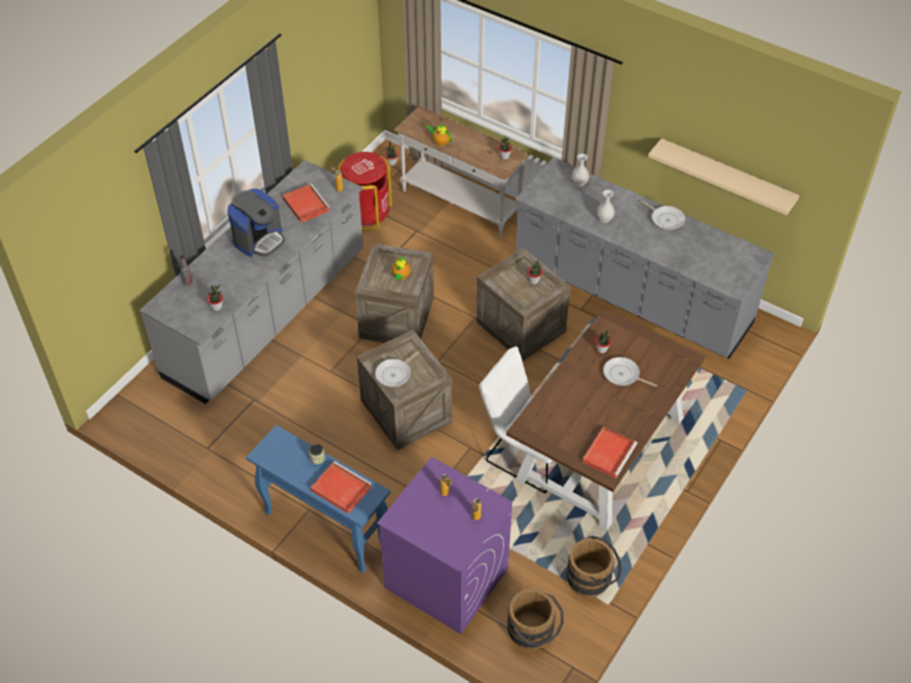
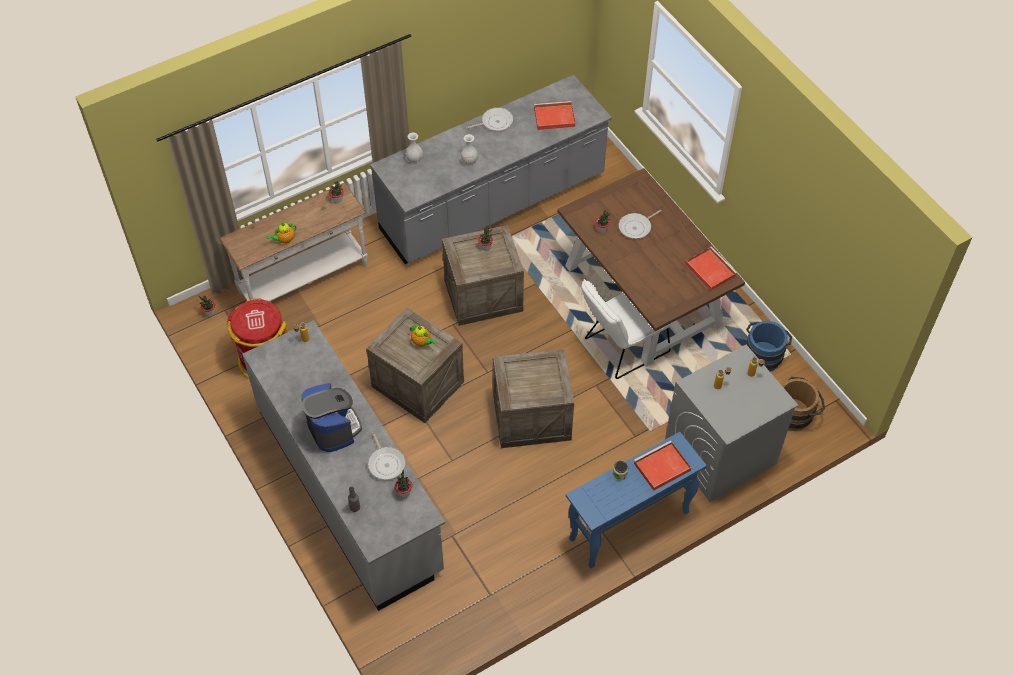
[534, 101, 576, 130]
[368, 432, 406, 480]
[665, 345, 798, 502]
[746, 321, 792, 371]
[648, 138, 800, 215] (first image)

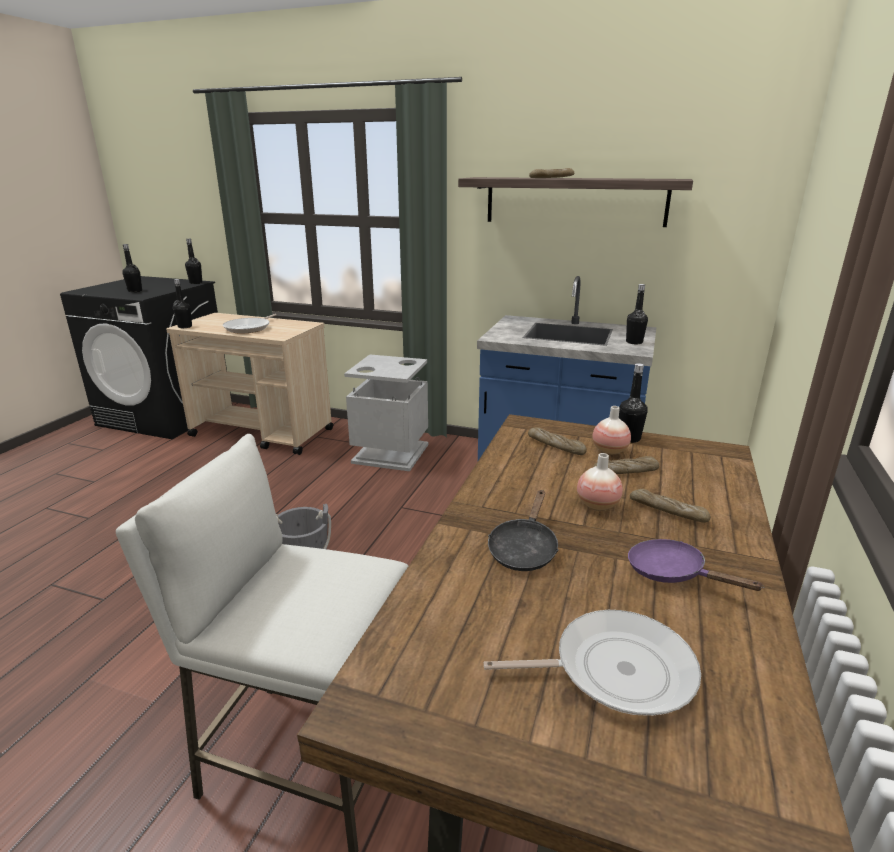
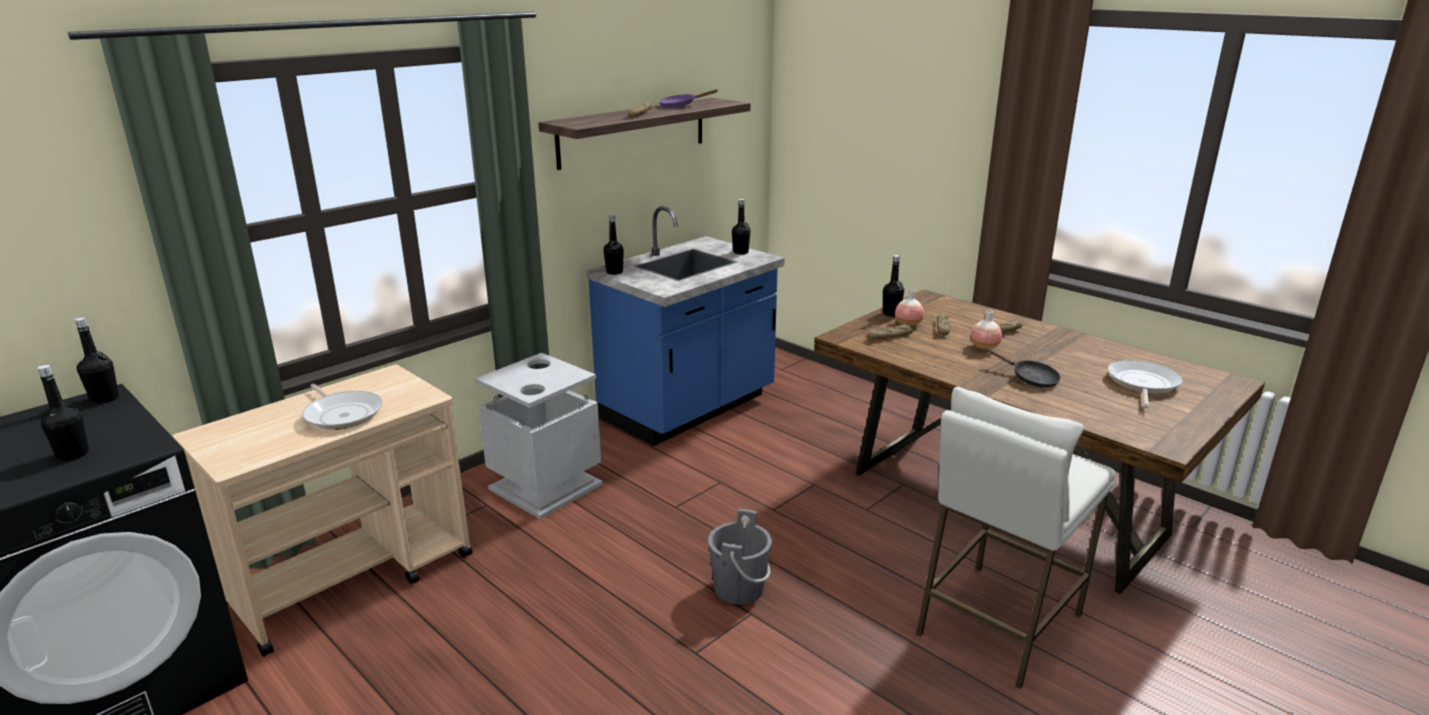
[603, 215, 624, 275]
[659, 89, 718, 108]

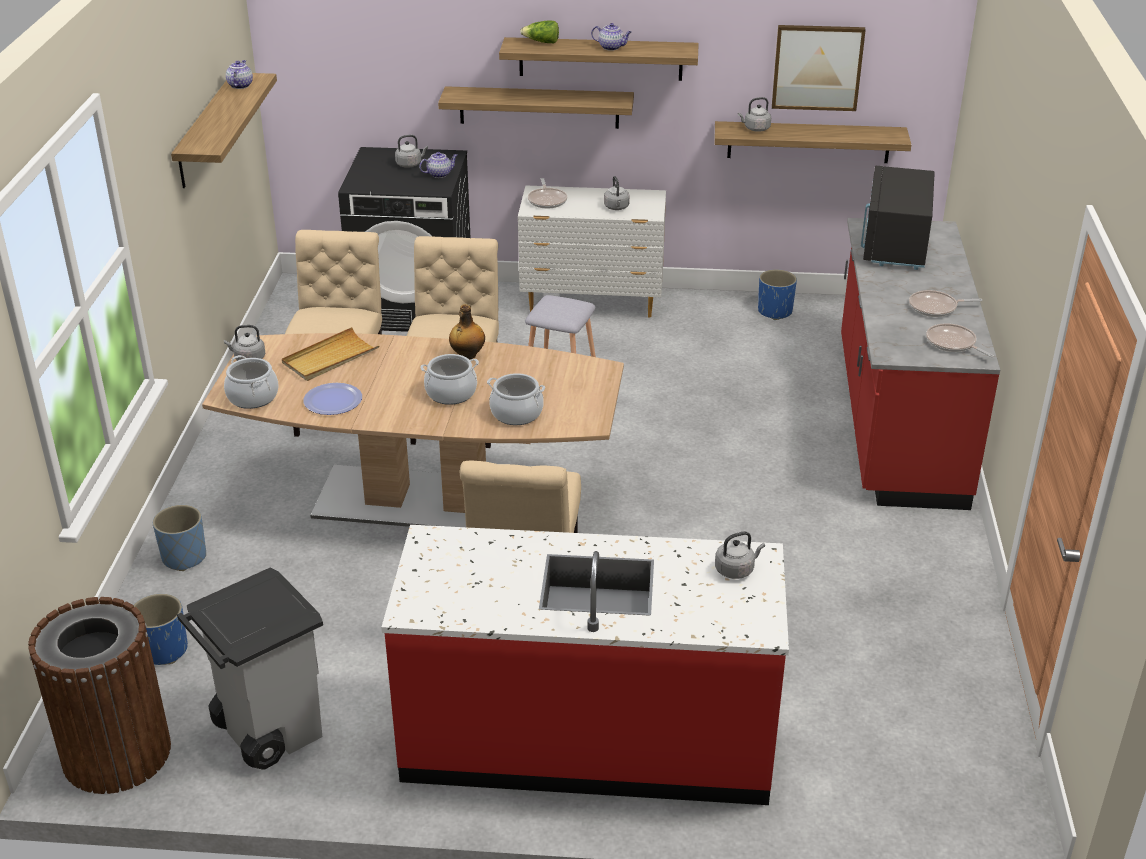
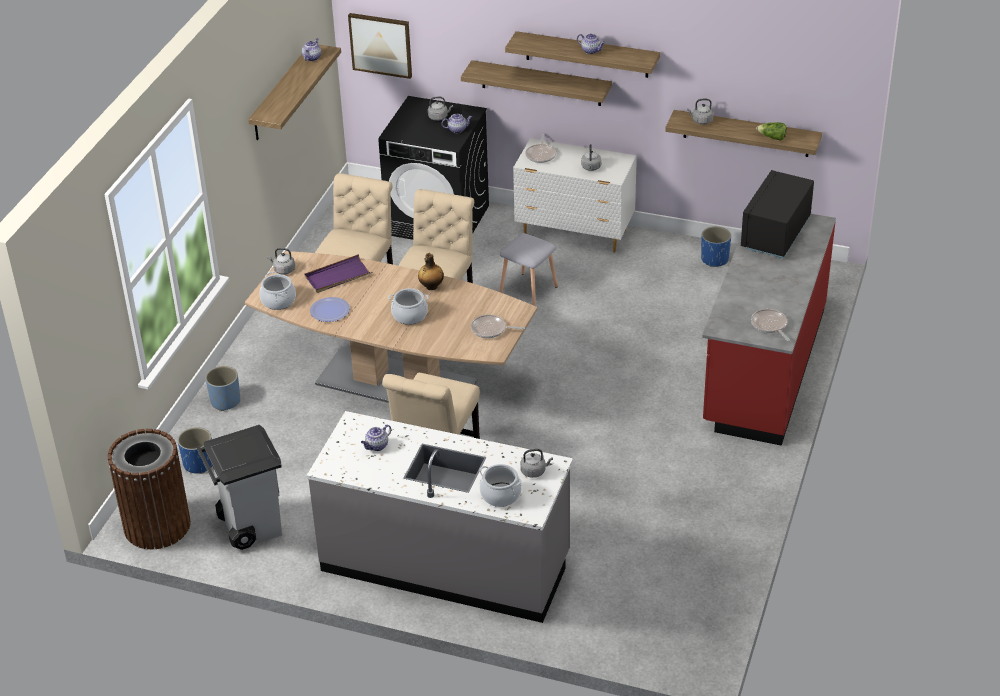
[304, 254, 372, 293]
[307, 411, 573, 623]
[479, 464, 522, 507]
[756, 122, 787, 141]
[348, 13, 412, 79]
[471, 315, 525, 338]
[361, 425, 391, 451]

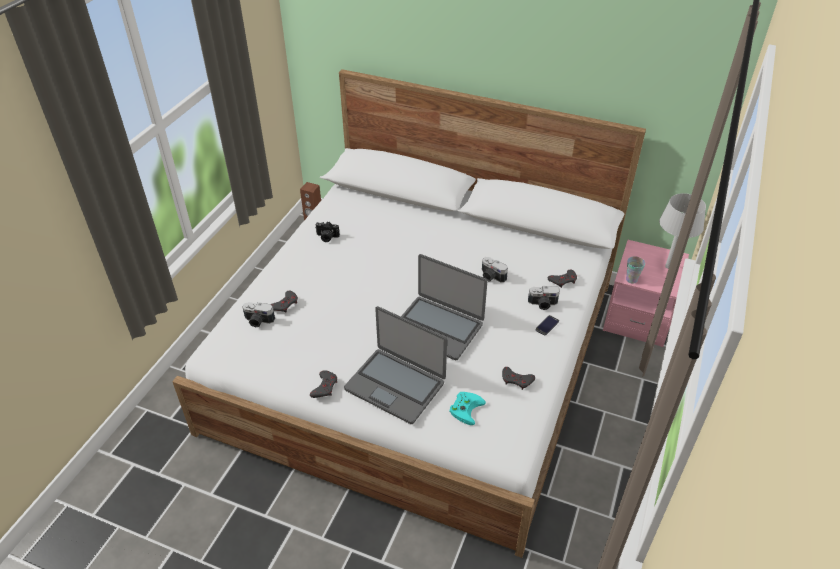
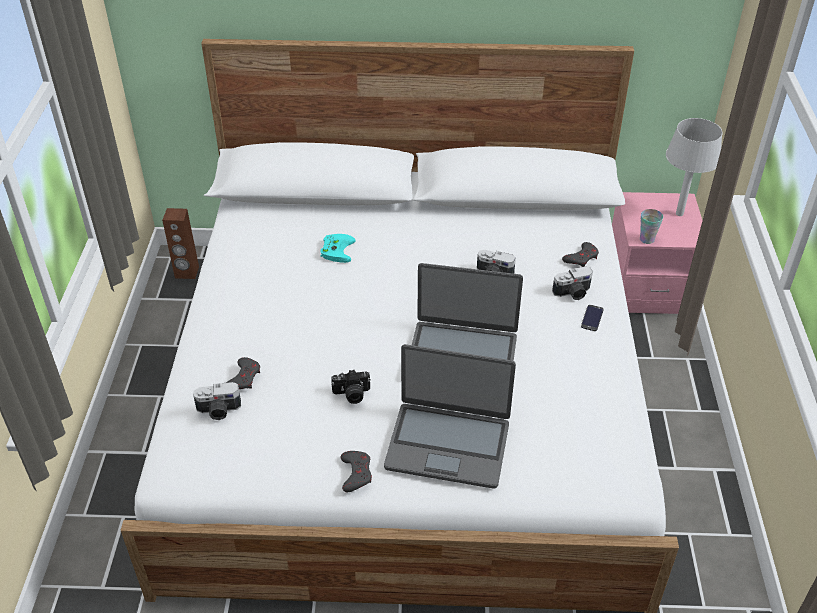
[331, 370, 371, 404]
[320, 234, 356, 263]
[502, 367, 535, 390] (first image)

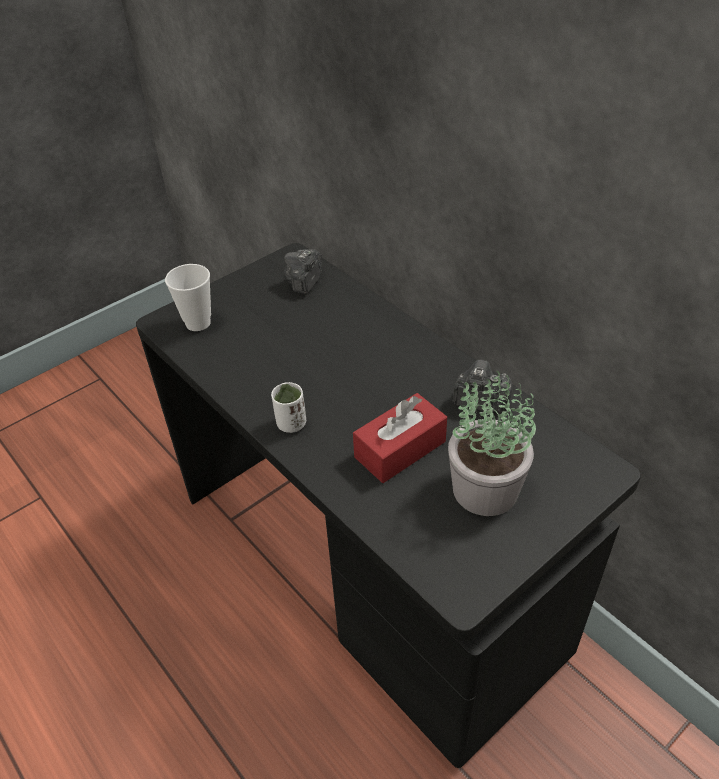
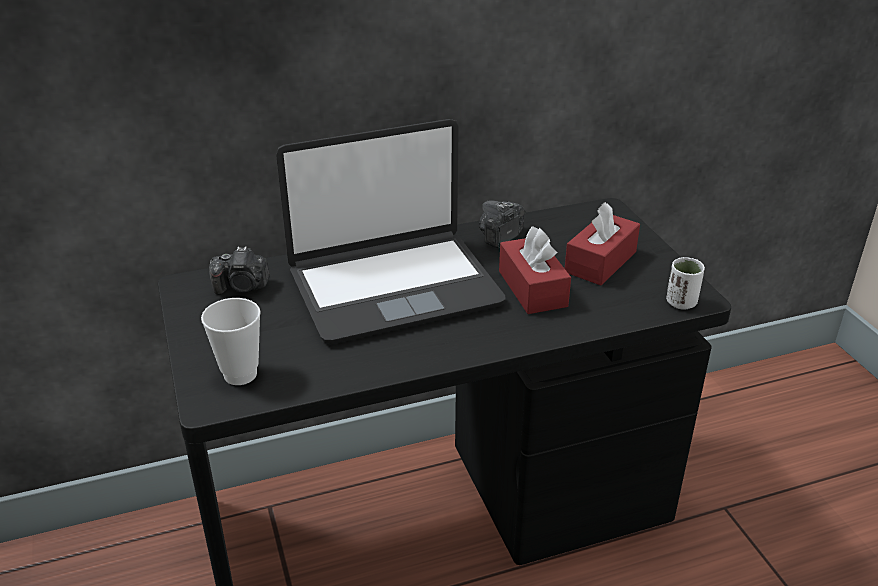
[666, 257, 705, 310]
[209, 246, 269, 295]
[565, 202, 640, 286]
[276, 119, 506, 344]

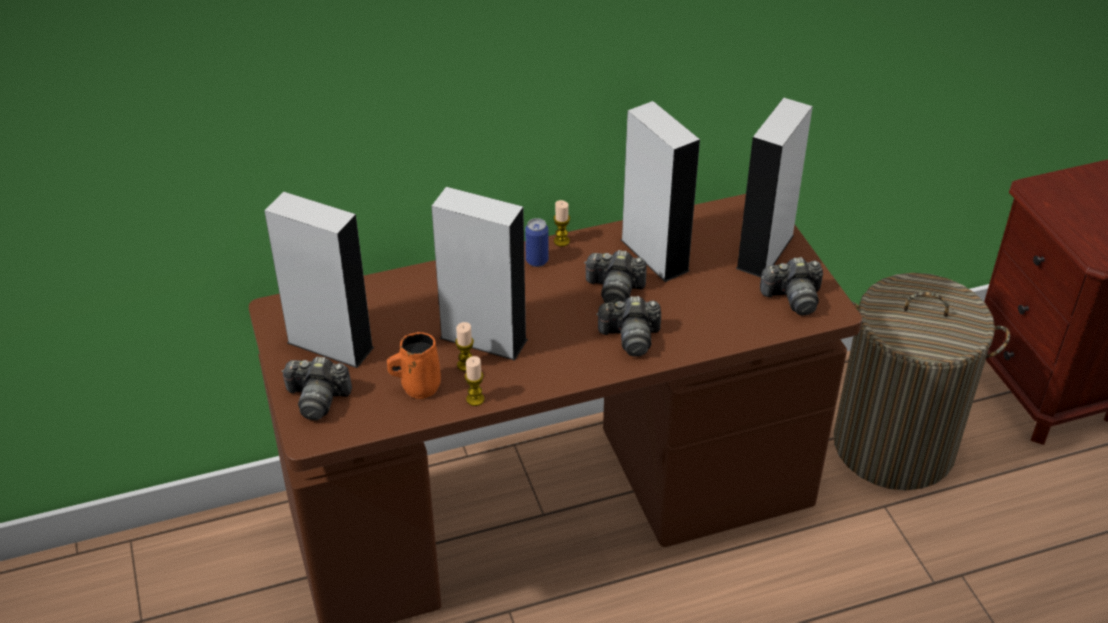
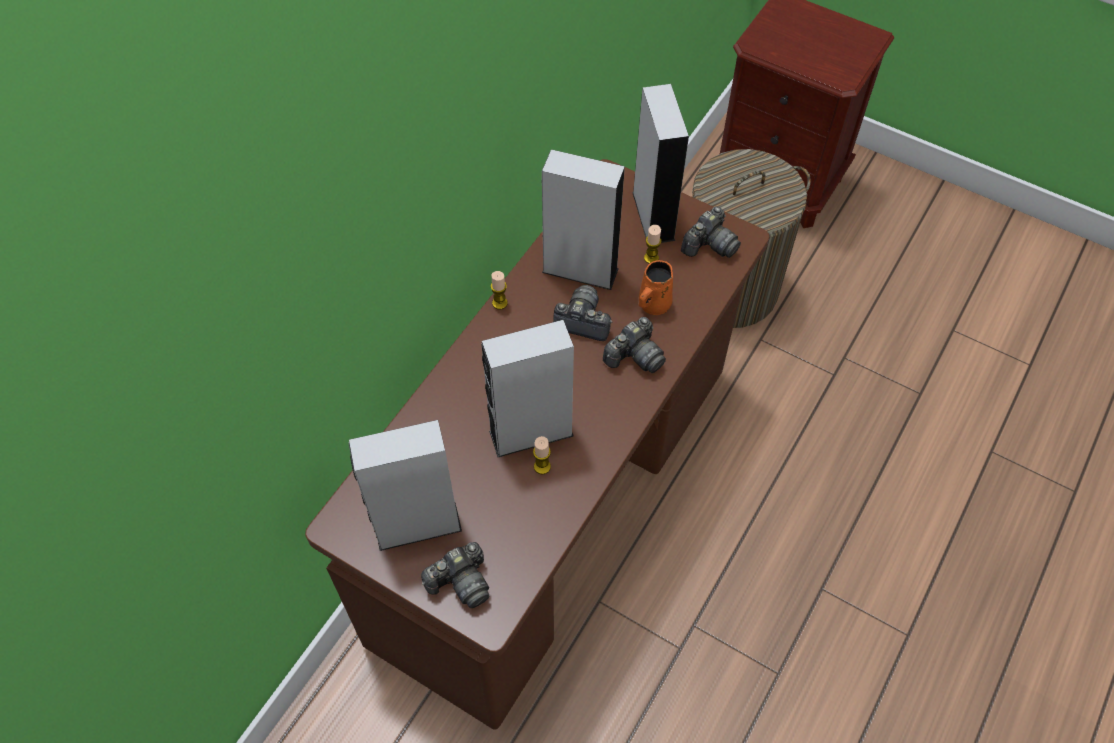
[639, 260, 673, 315]
[644, 225, 661, 264]
[525, 218, 549, 267] (first image)
[553, 285, 613, 341]

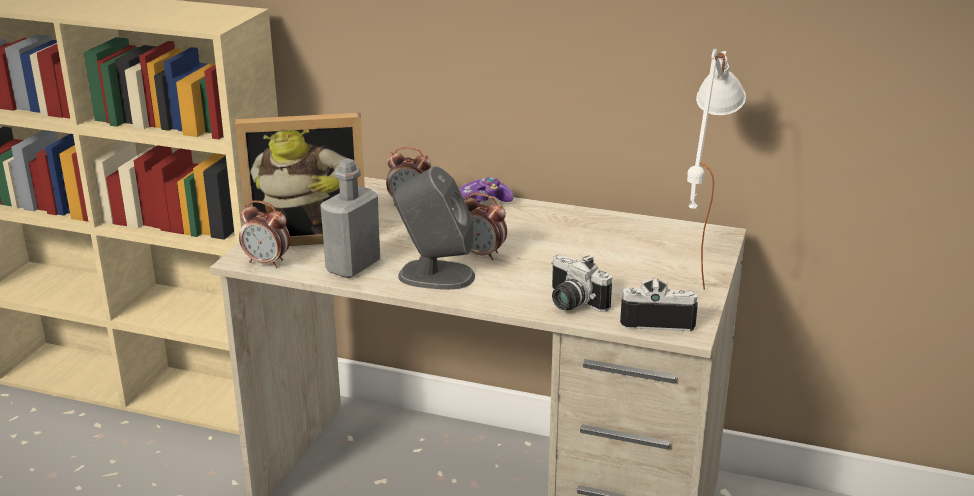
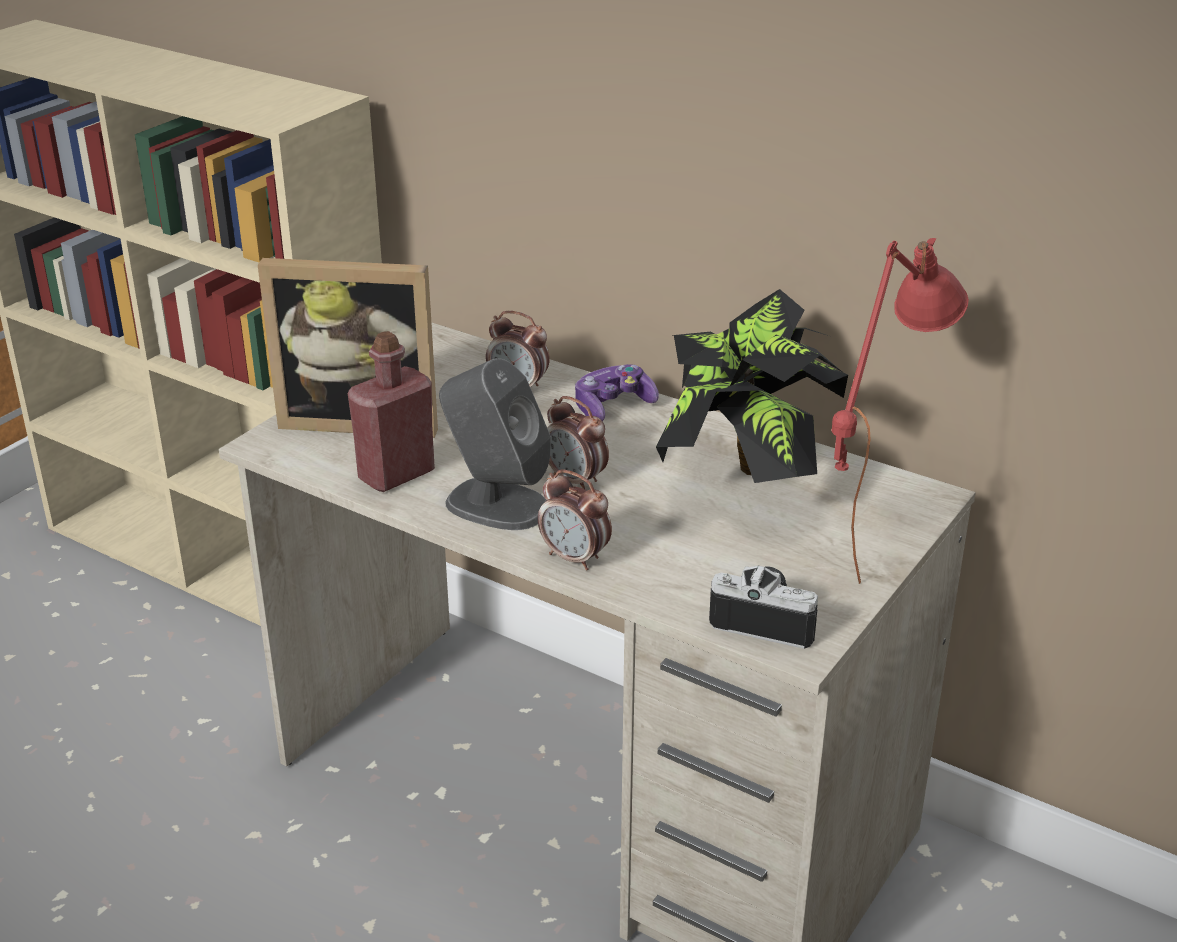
[538, 470, 612, 570]
[348, 331, 435, 492]
[551, 254, 612, 312] (first image)
[832, 238, 969, 584]
[656, 289, 848, 483]

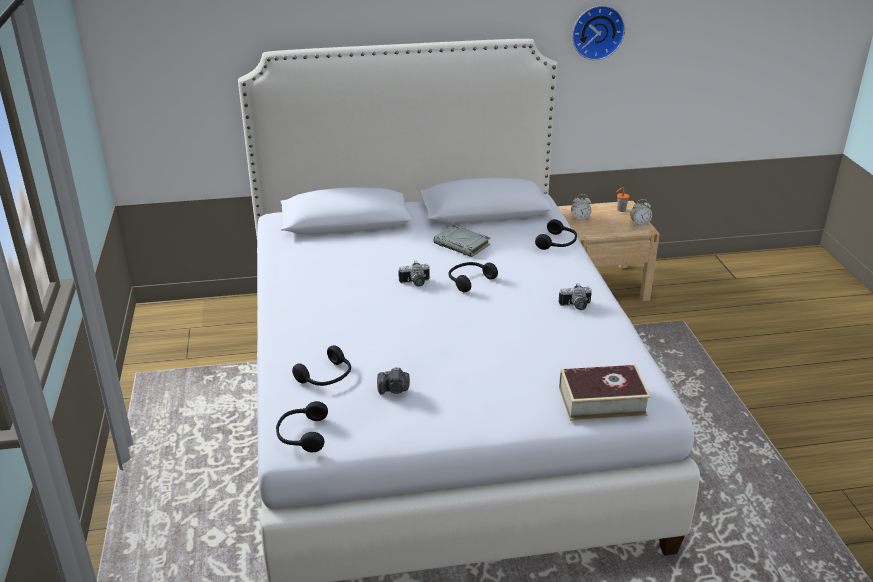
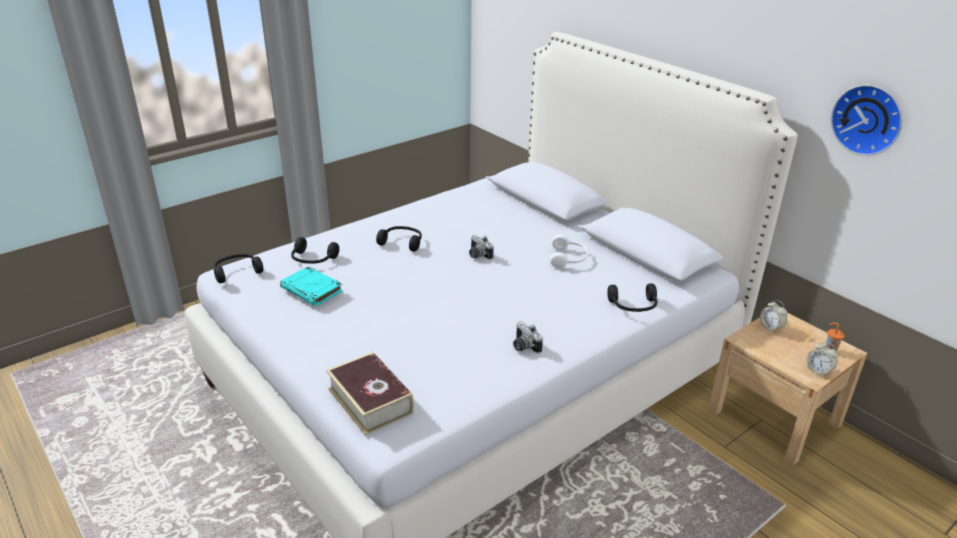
[280, 266, 343, 306]
[550, 235, 588, 268]
[376, 226, 422, 252]

